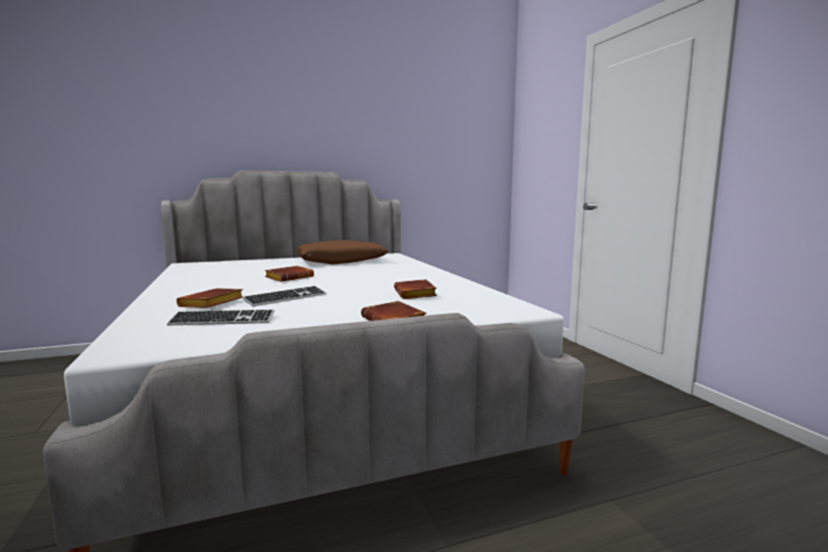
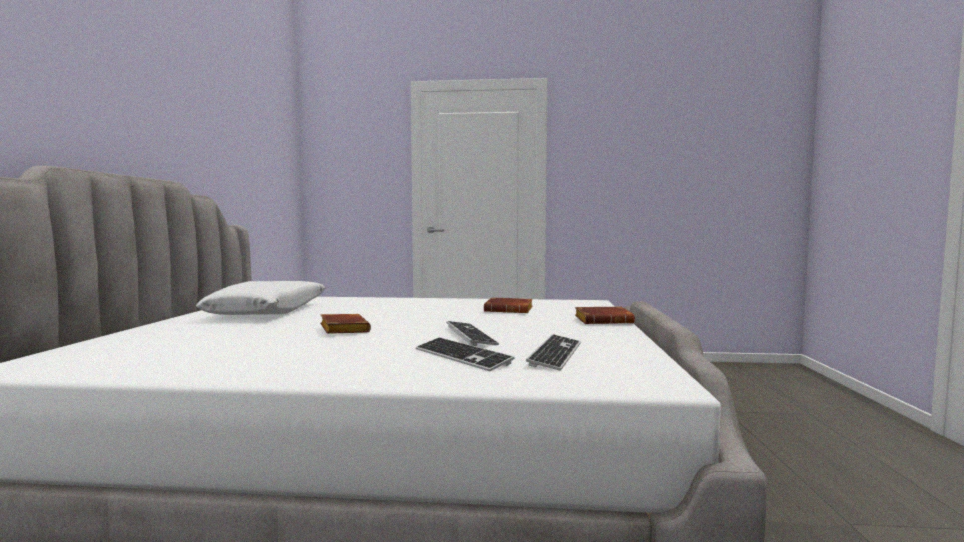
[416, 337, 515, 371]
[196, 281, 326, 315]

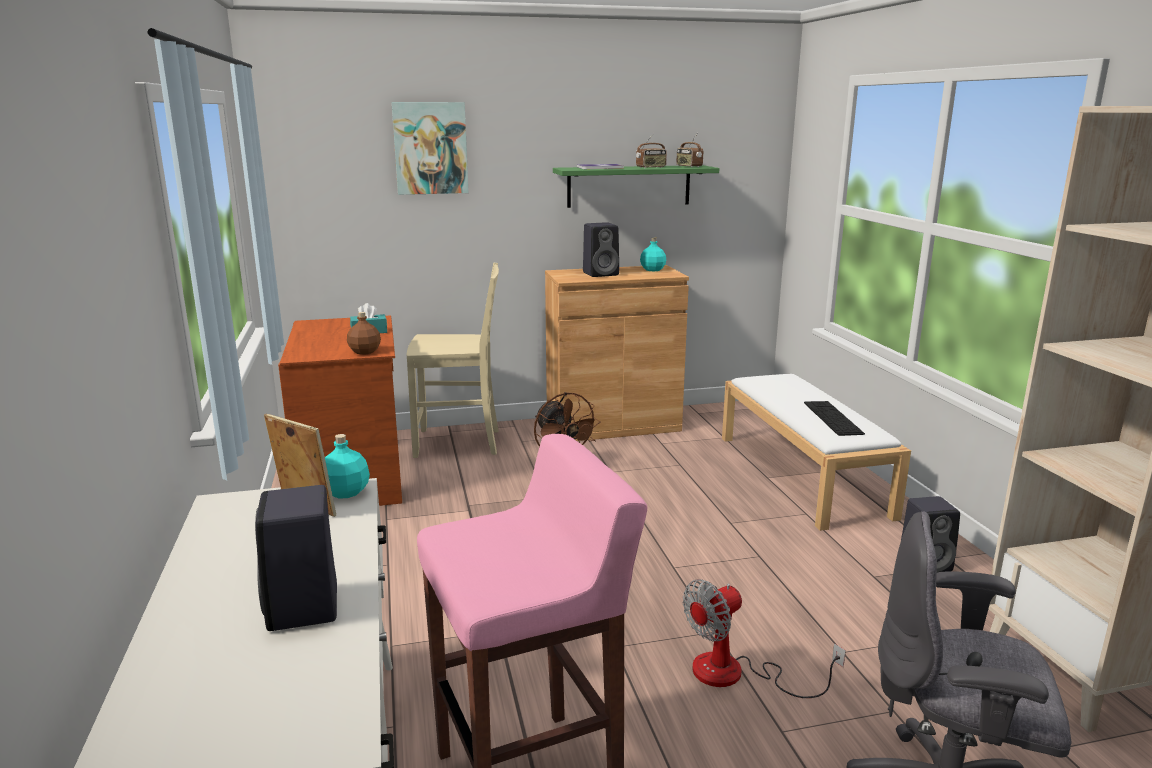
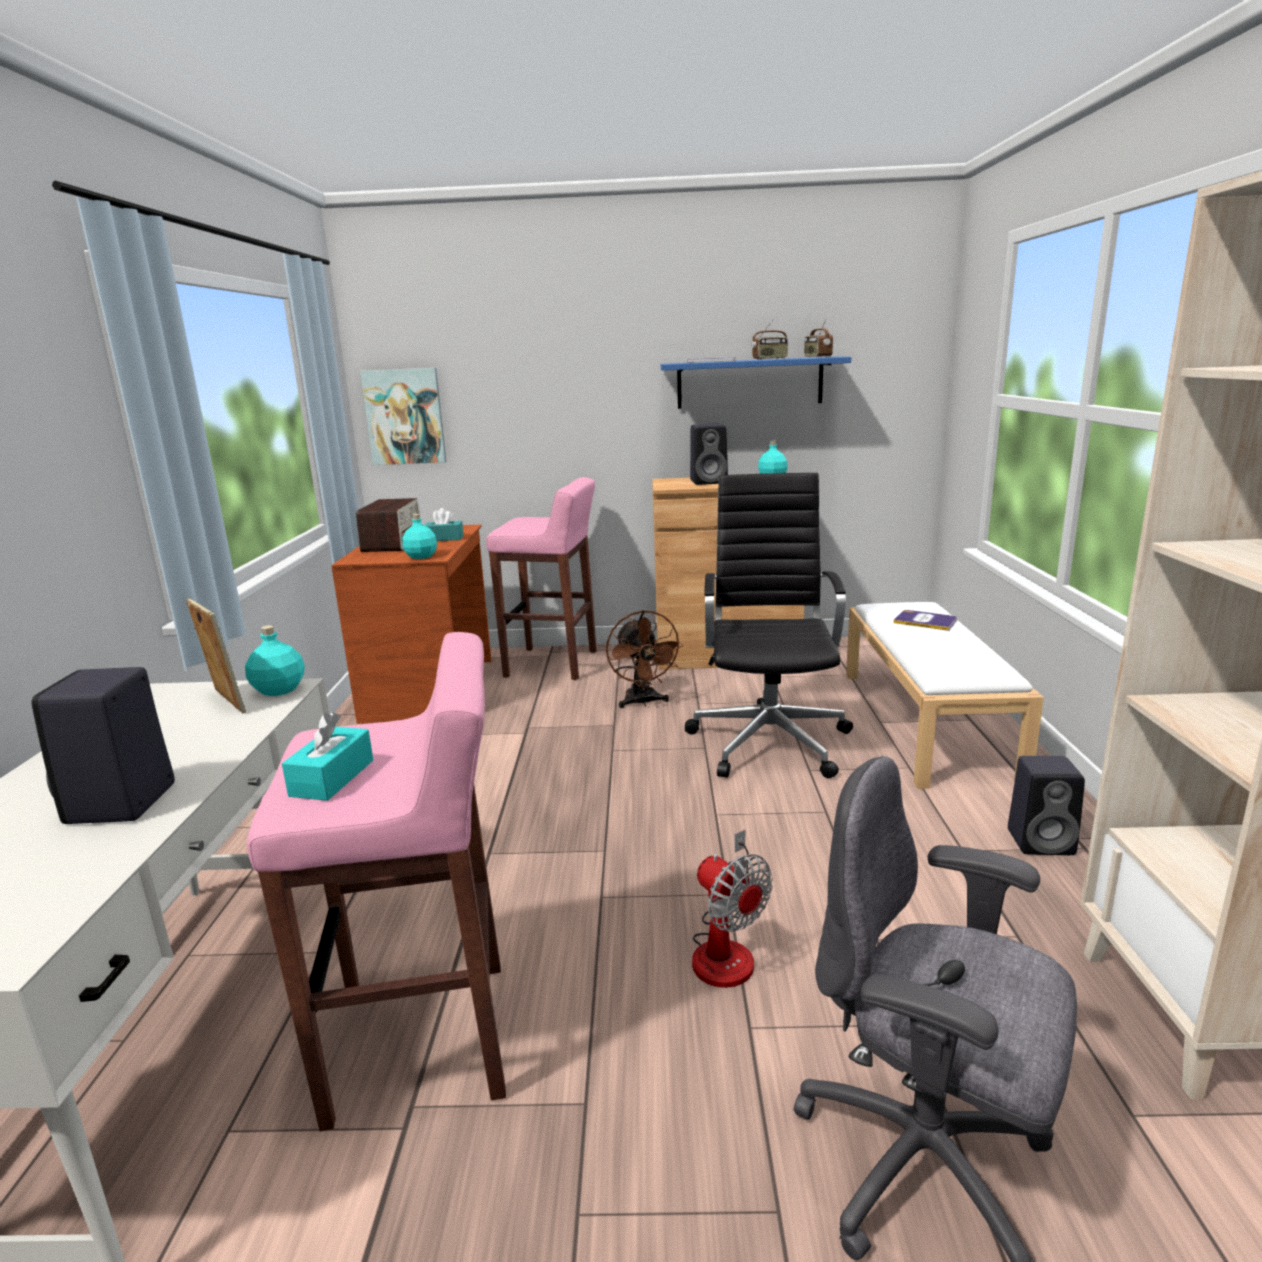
[402, 514, 437, 559]
[360, 368, 446, 465]
[486, 477, 597, 680]
[661, 357, 851, 409]
[692, 829, 773, 988]
[804, 401, 865, 436] (first image)
[282, 712, 373, 801]
[356, 498, 420, 552]
[685, 473, 853, 778]
[893, 610, 957, 631]

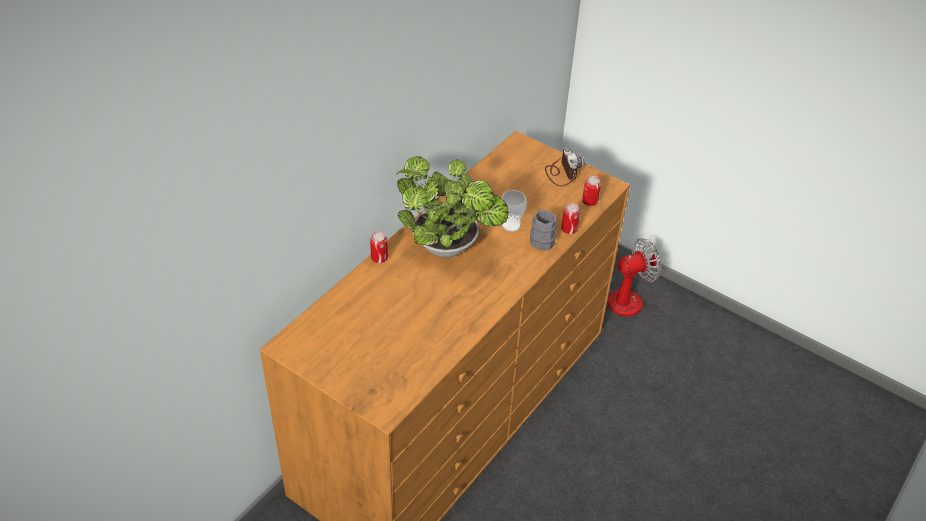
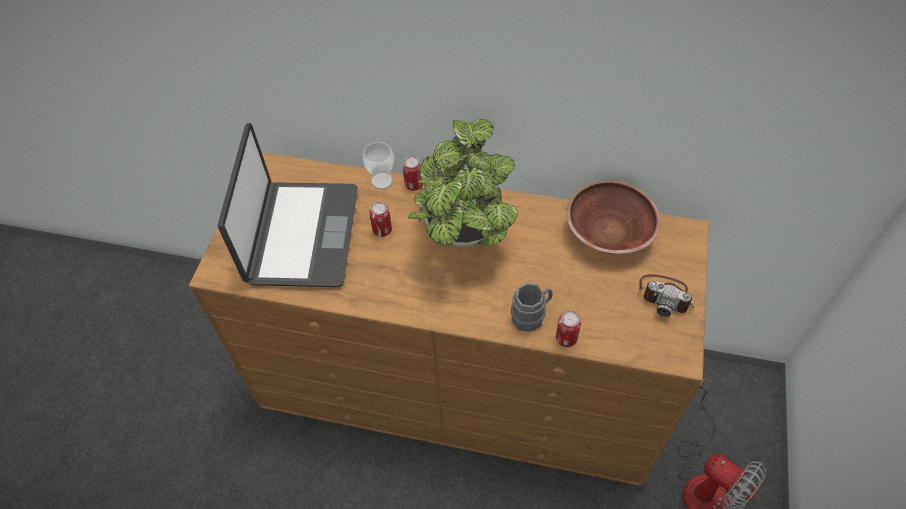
[363, 142, 394, 190]
[639, 274, 694, 317]
[369, 202, 392, 237]
[218, 123, 358, 287]
[566, 180, 660, 254]

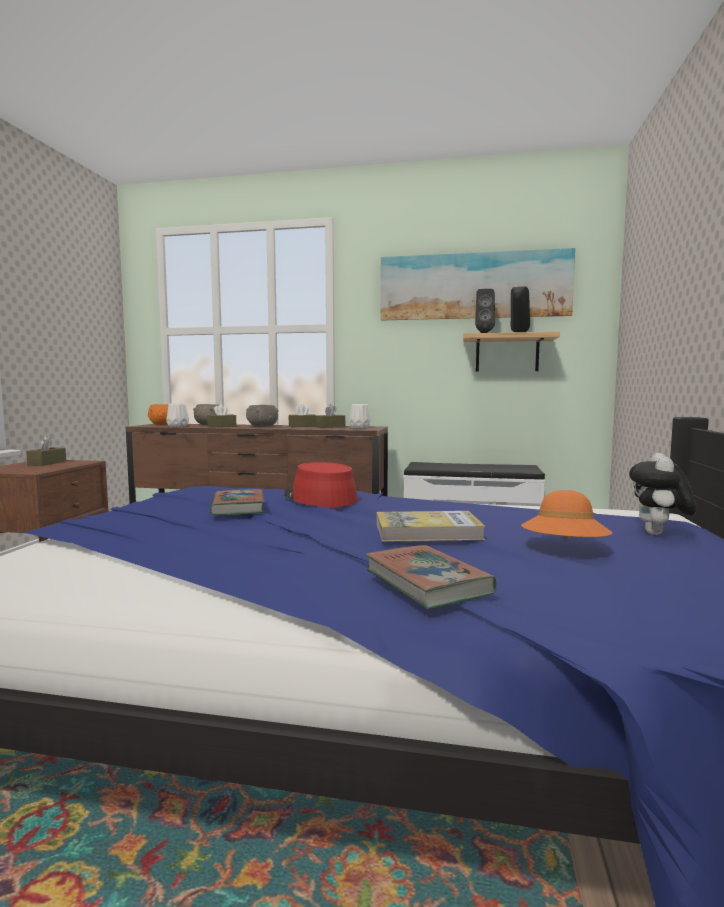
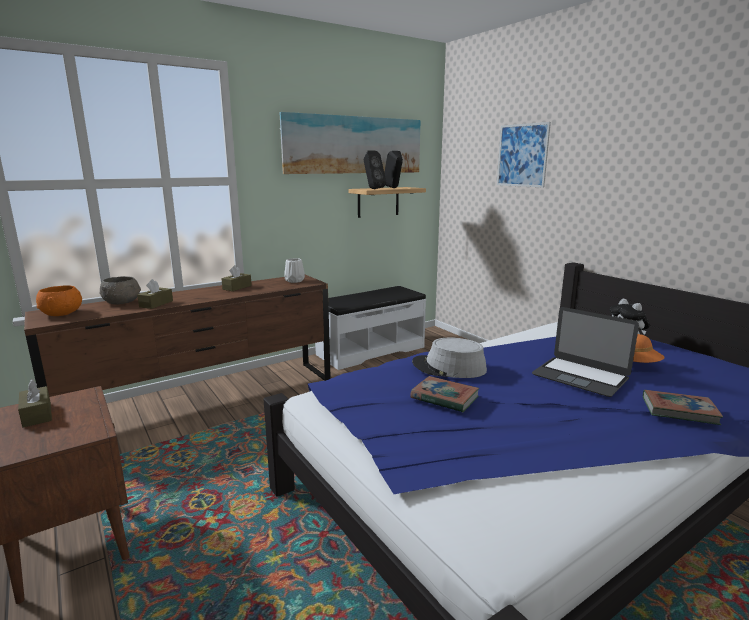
[167, 403, 189, 427] (first image)
[246, 405, 278, 427] (first image)
[412, 338, 487, 378]
[316, 404, 345, 428] (first image)
[532, 307, 639, 397]
[497, 122, 551, 188]

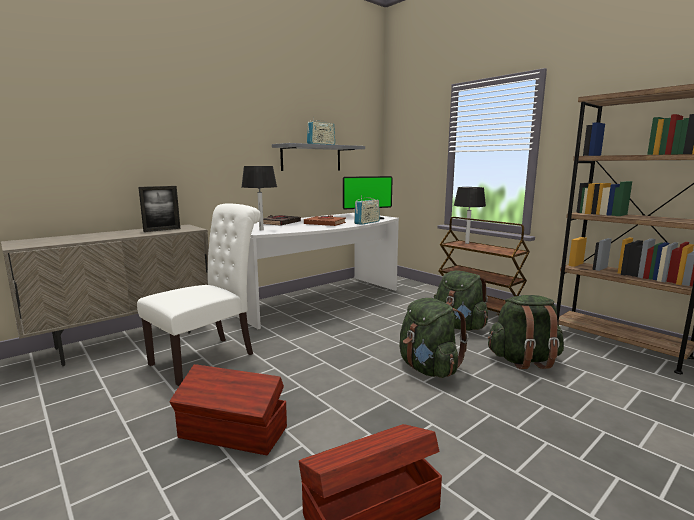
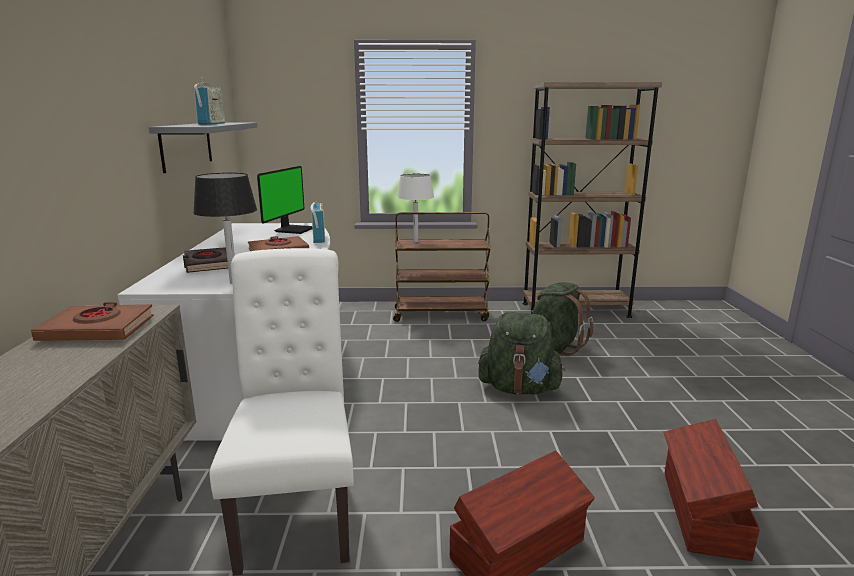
[31, 302, 154, 341]
[434, 270, 488, 331] (first image)
[397, 173, 434, 242]

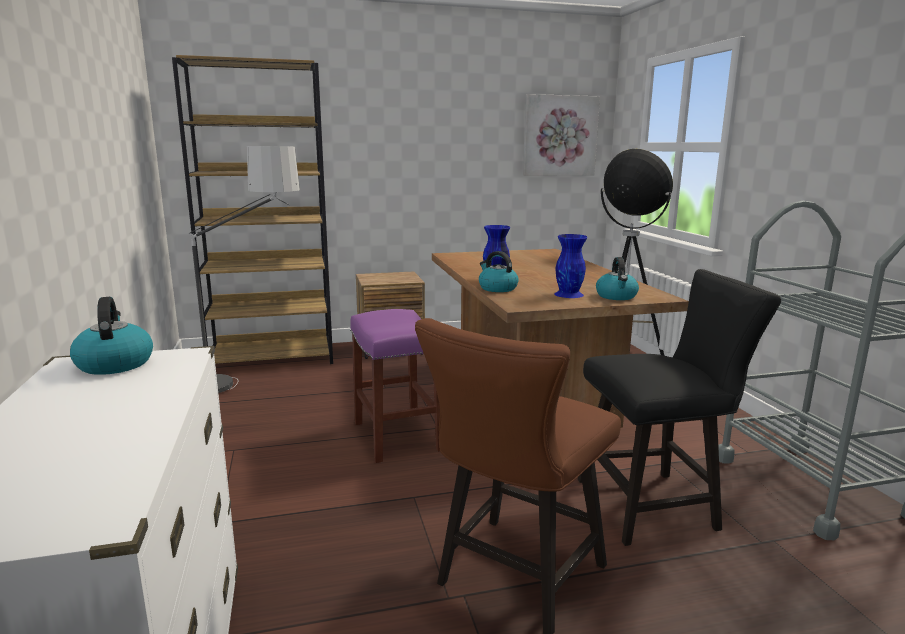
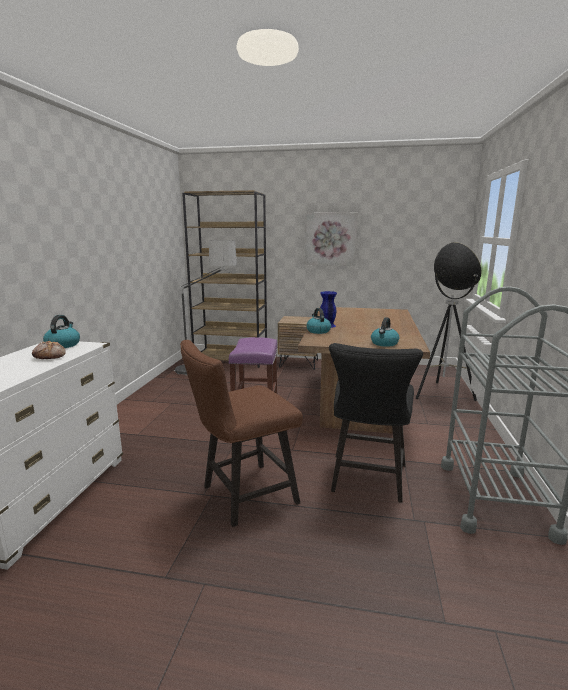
[305, 212, 358, 266]
[554, 234, 588, 298] (first image)
[329, 343, 423, 503]
[32, 341, 66, 359]

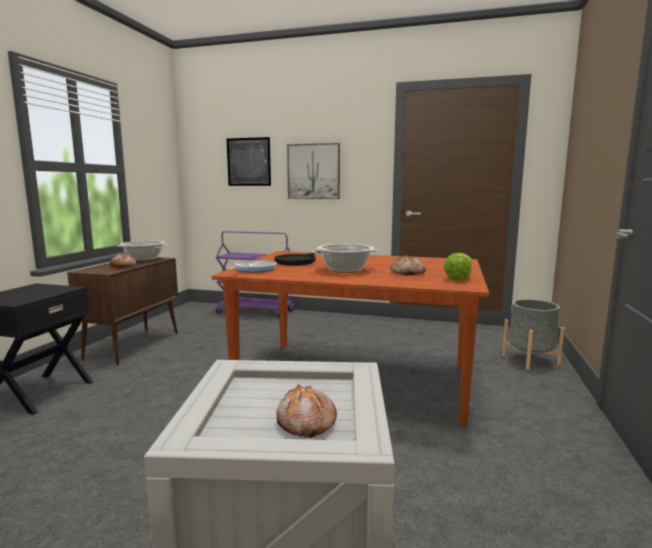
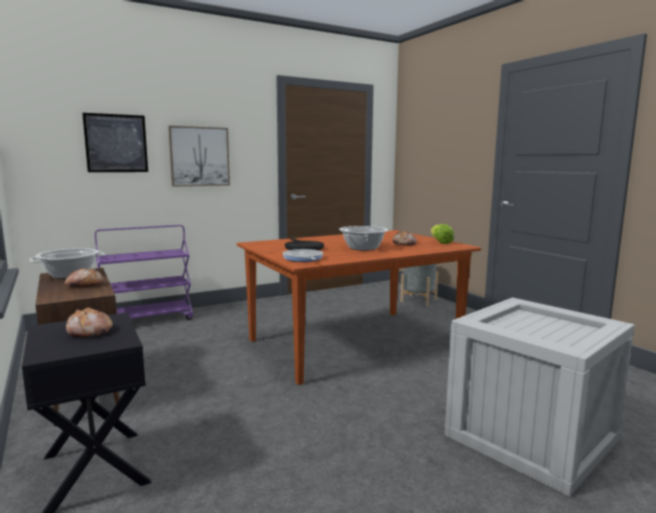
[66, 307, 113, 338]

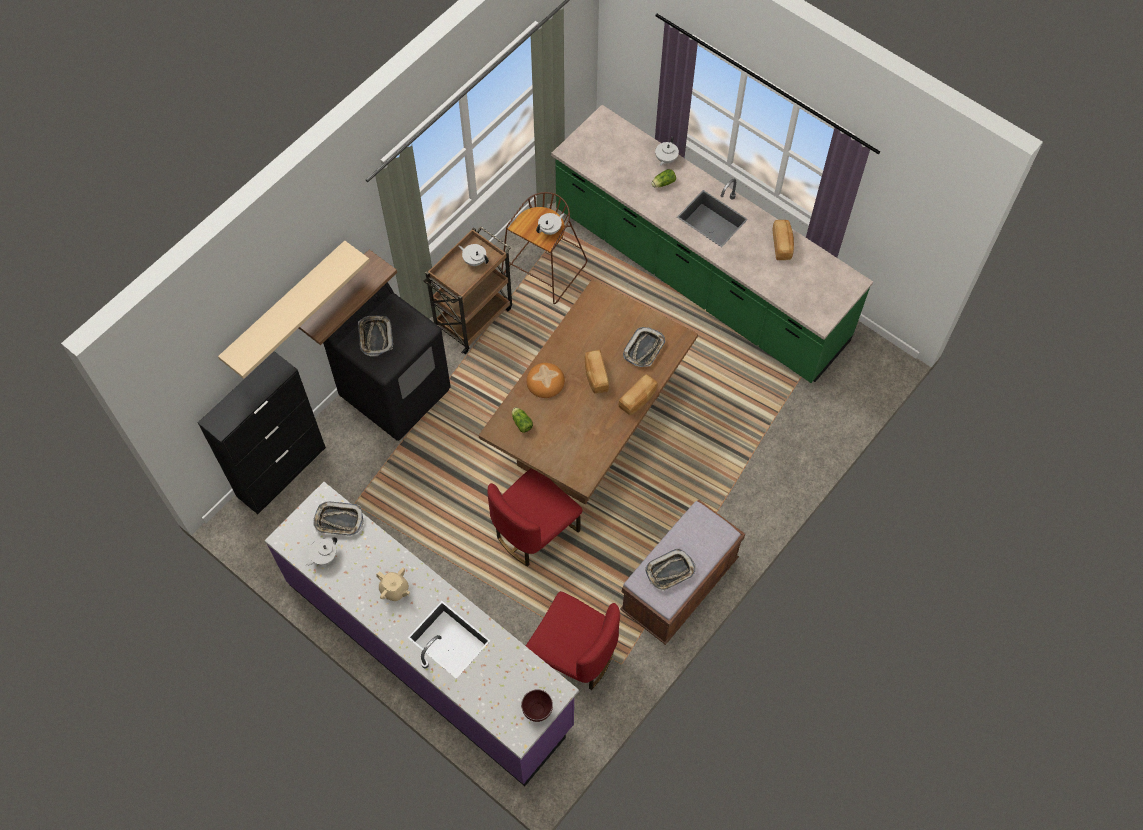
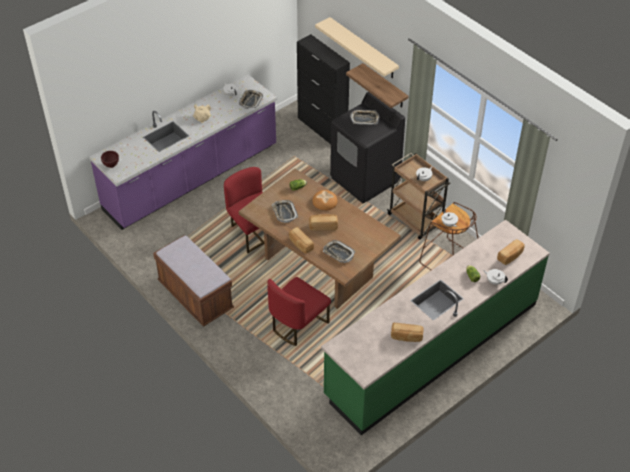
[267, 277, 331, 346]
[272, 200, 298, 223]
[497, 239, 525, 265]

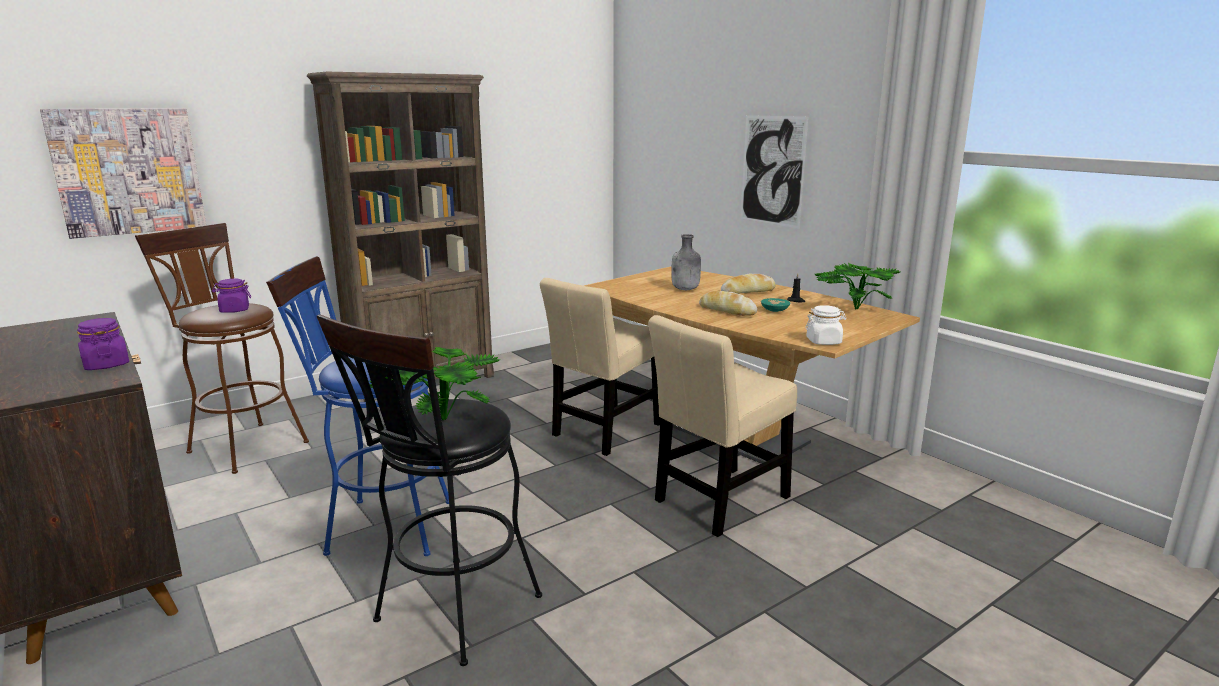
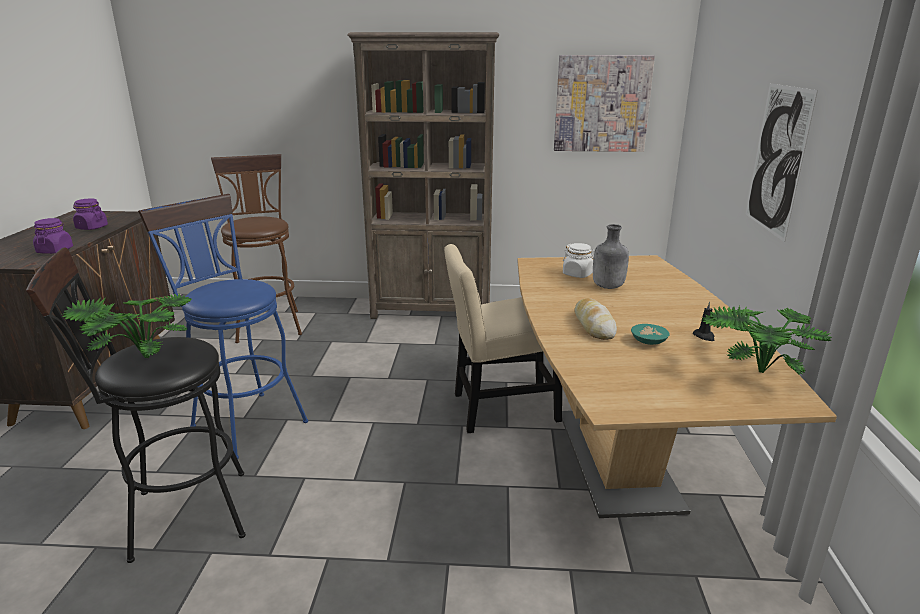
[554, 55, 655, 152]
[73, 198, 108, 230]
[648, 315, 797, 537] (first image)
[721, 274, 776, 294] (first image)
[563, 243, 595, 278]

